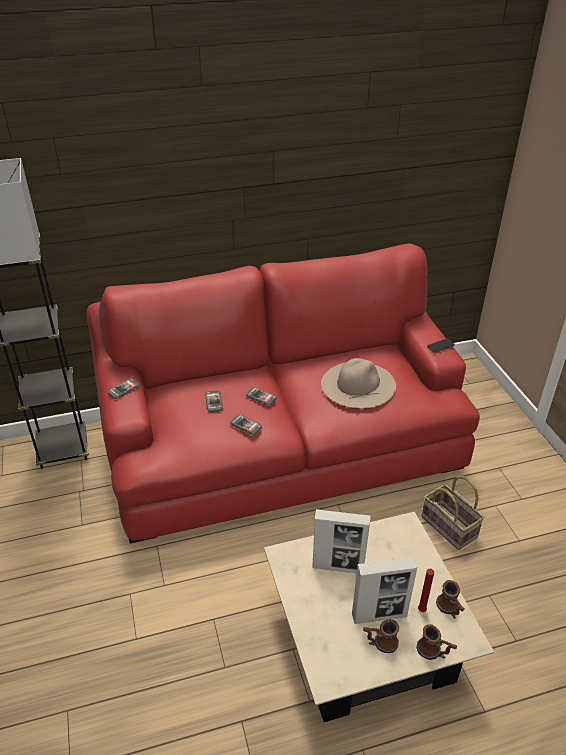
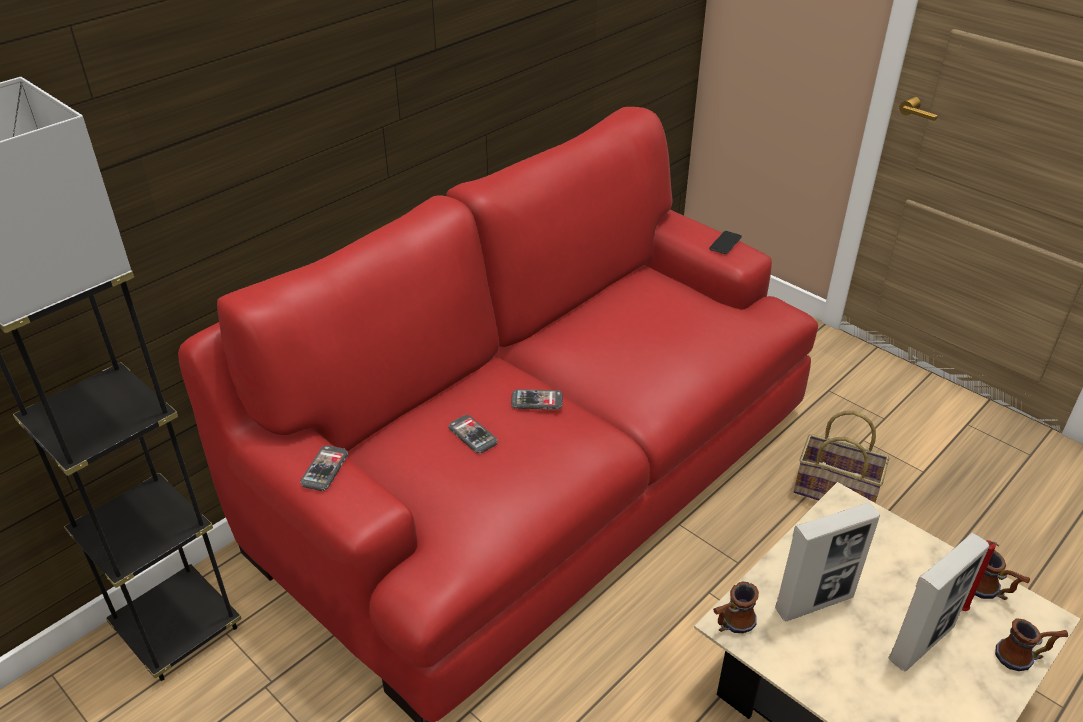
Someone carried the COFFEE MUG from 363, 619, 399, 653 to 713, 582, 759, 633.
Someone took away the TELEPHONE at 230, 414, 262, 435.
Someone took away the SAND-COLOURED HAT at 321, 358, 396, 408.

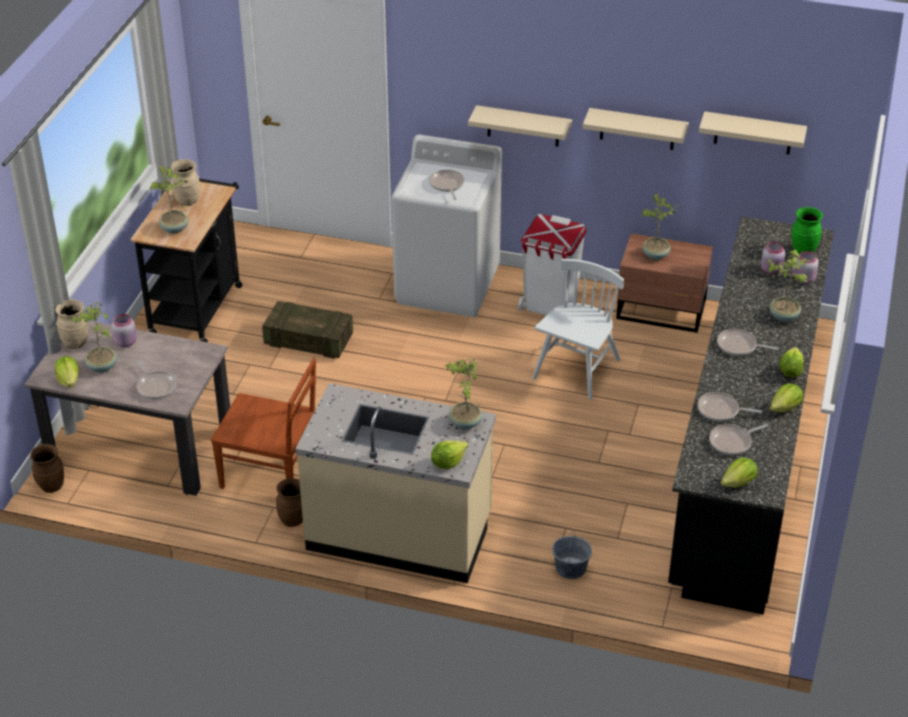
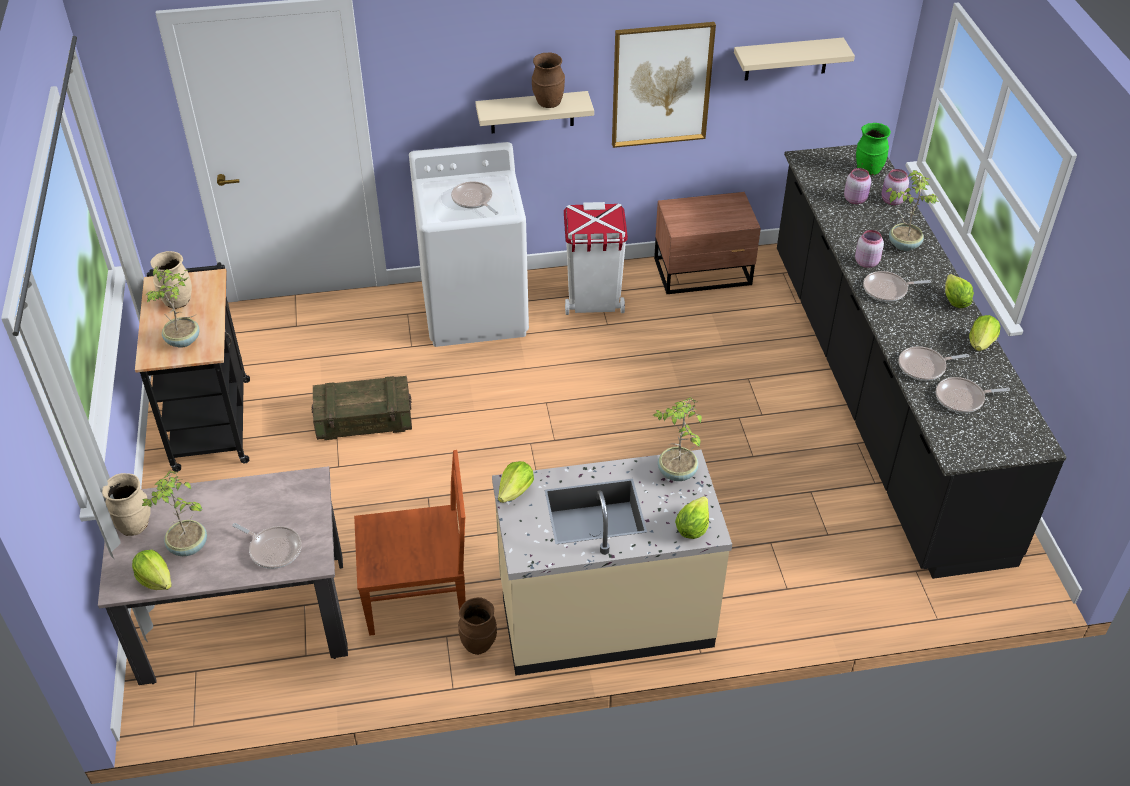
Someone carried the HEAD OF LETTUCE from 721, 457, 758, 488 to 498, 461, 534, 503.
Someone carried the BROWN VASE from 30, 444, 64, 493 to 532, 52, 565, 108.
Someone swapped the SAND-COLOURED WALL SHELF at 582, 108, 689, 150 for the WALL PICTURE at 612, 22, 716, 148.
Someone carried the PINK PRESERVE JAR from 112, 314, 137, 347 to 855, 230, 884, 268.
Someone rotated the PAN at 709, 424, 768, 455 by 45 degrees clockwise.
Someone took away the WHITISH PLAIN CHAIR at 532, 259, 624, 400.
Someone took away the GRAY PAIL at 552, 532, 592, 579.
Someone took away the HOUSEPLANT at 641, 194, 679, 260.

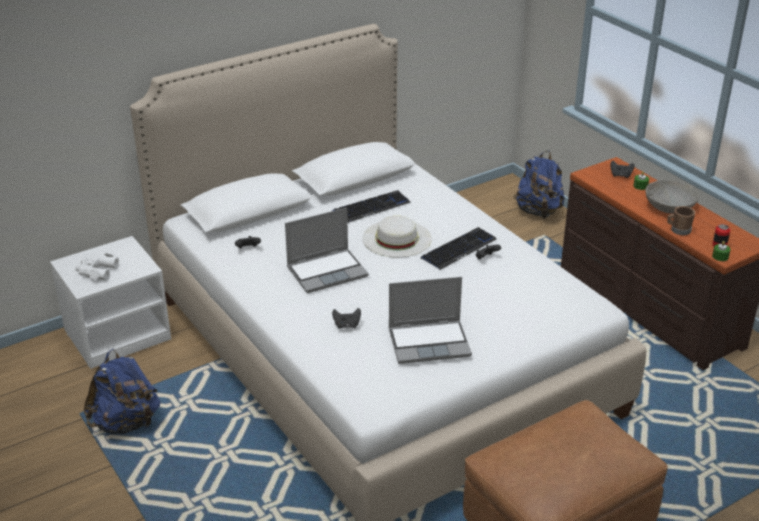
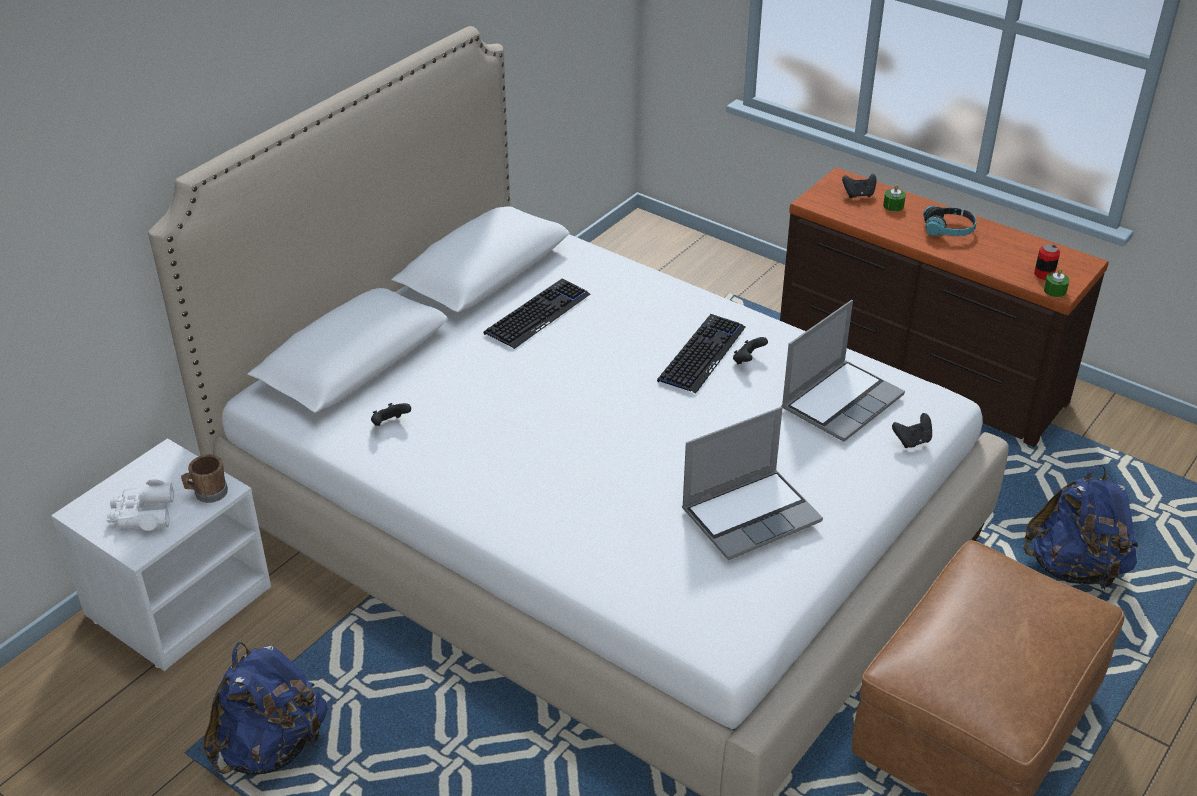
Someone carried the BROWN COFFEE MUG from 667, 206, 695, 235 to 181, 454, 228, 503.
Someone carried the LAPTOP from 285, 208, 369, 293 to 781, 300, 905, 442.
Someone carried the BLACK GAMEPAD from 332, 308, 361, 329 to 892, 413, 932, 448.
Someone swapped the GRAY SERVING BOWL at 645, 180, 699, 214 for the HEADSET at 923, 206, 977, 236.
Someone carried the BLUE RUCKSACK from 514, 151, 565, 219 to 1023, 465, 1138, 591.
Someone took away the WHITISH HAT at 362, 216, 432, 257.

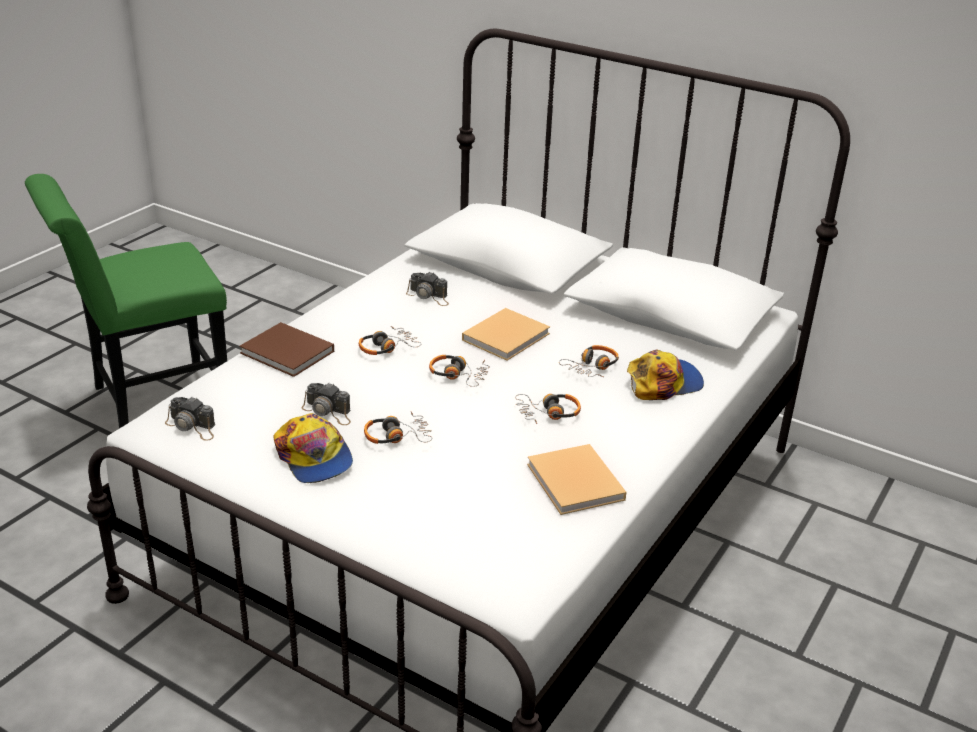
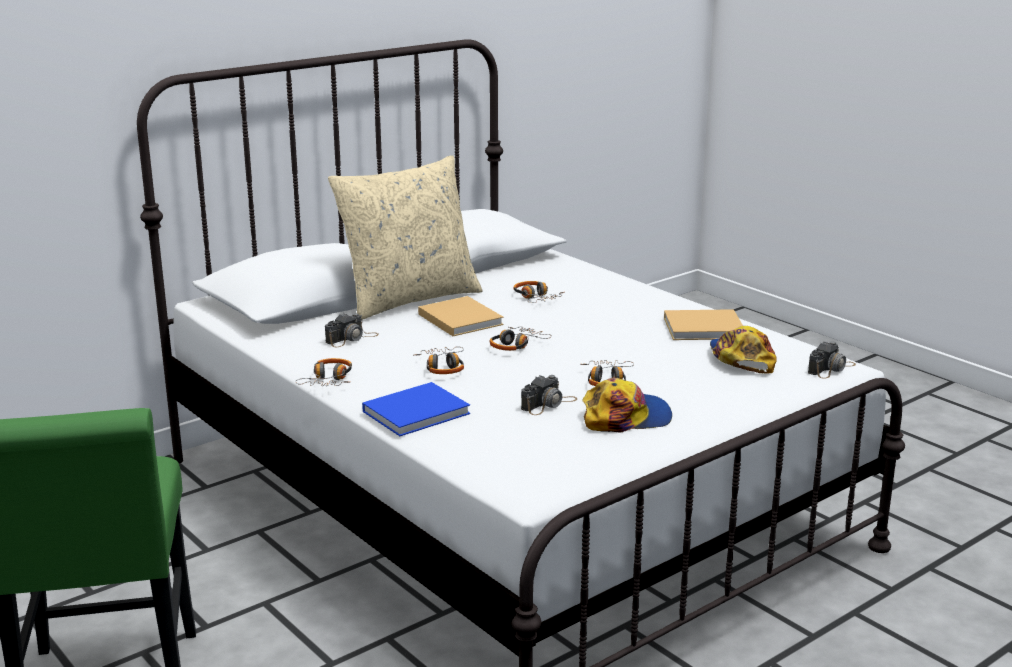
Someone carried the HEADSET from 515, 394, 581, 424 to 295, 358, 352, 386.
Someone put down the SAND-COLOURED THROW PILLOW at 328, 155, 483, 320.
Someone repainted the BROWN VOLUME at 239, 322, 334, 377, which became the BLUE VOLUME at 362, 382, 470, 436.
Someone carried the BASEBALL CAP from 627, 349, 704, 400 to 710, 326, 777, 374.
Someone carried the PHOTO CAMERA from 165, 396, 215, 441 to 808, 341, 856, 379.

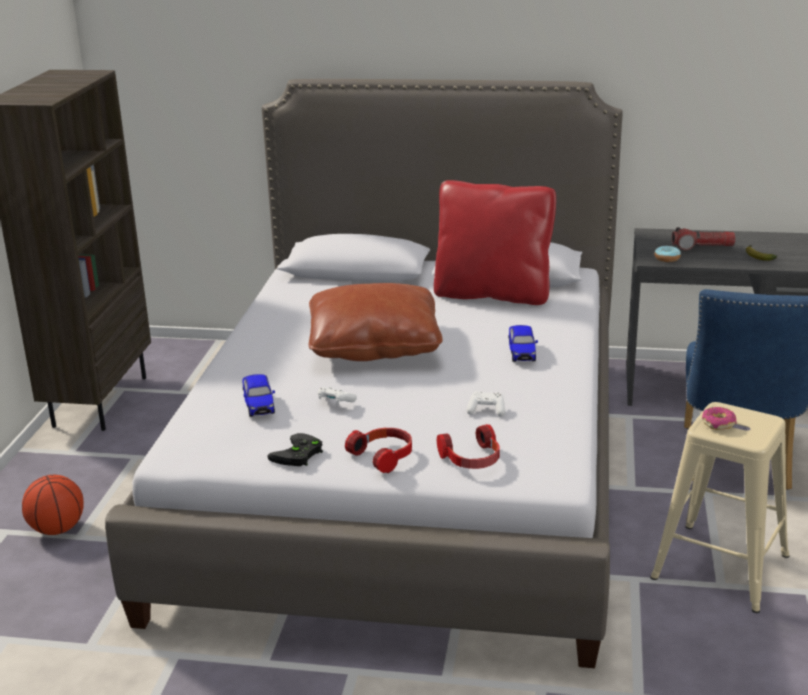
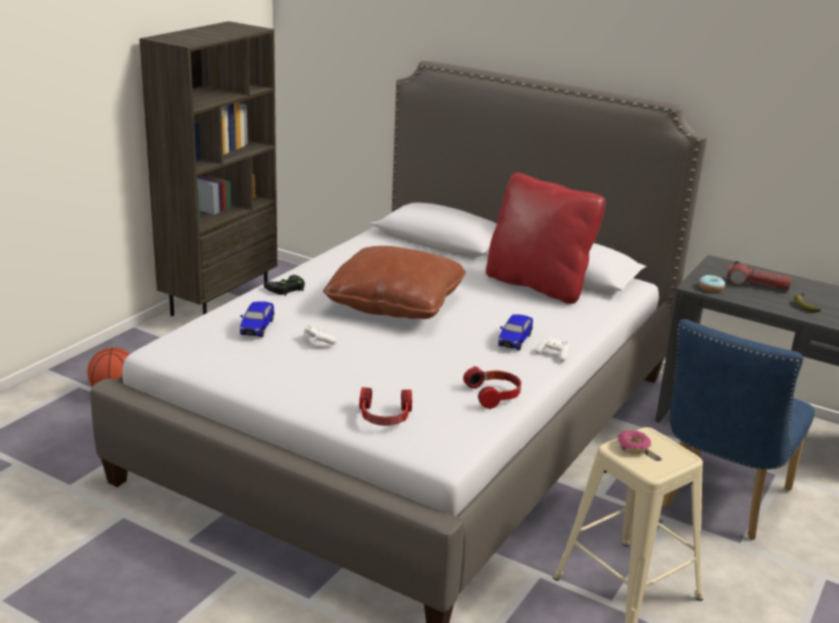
Someone carried the BLACK GAMEPAD from 267, 433, 323, 466 to 264, 275, 305, 296.
Someone carried the HEADSET from 345, 428, 412, 473 to 463, 366, 521, 409.
Someone carried the WHITISH GAMEPAD from 467, 391, 505, 417 to 535, 336, 570, 362.

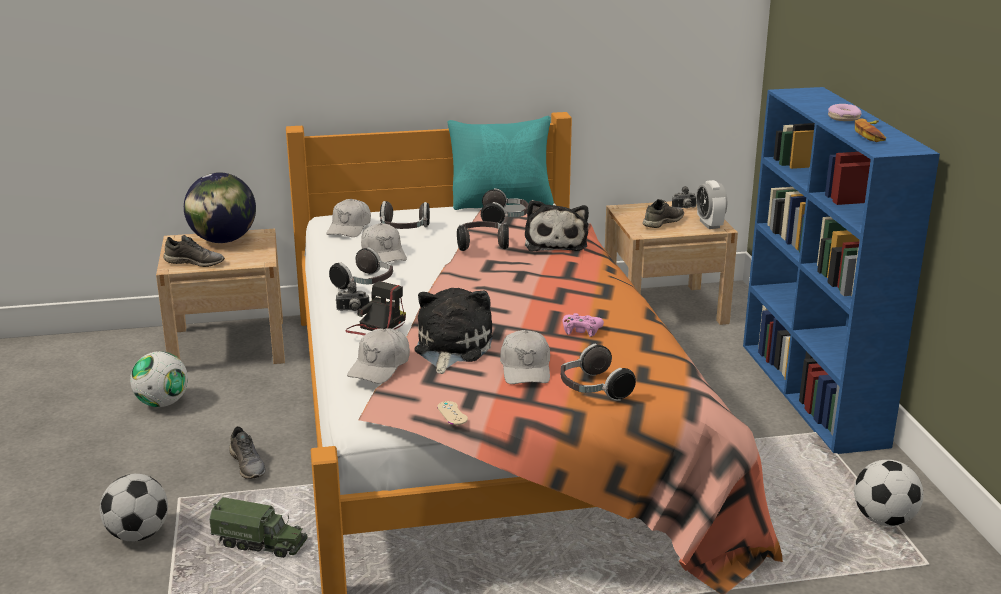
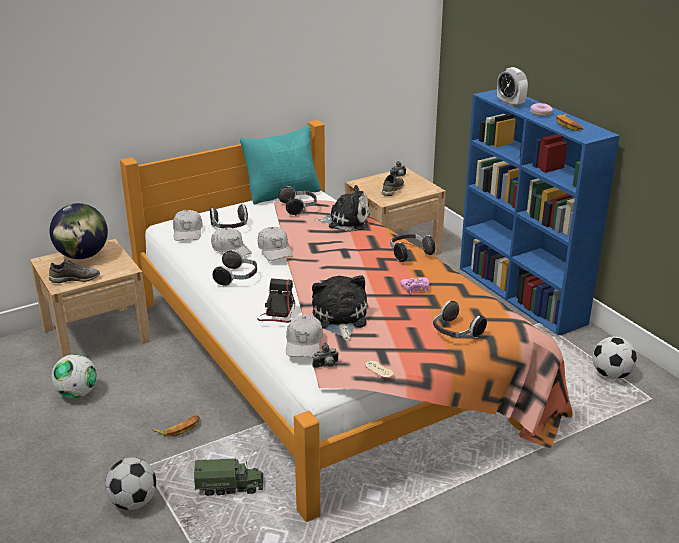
Someone swapped the GRAY LOW SHOE at 229, 426, 266, 479 for the BANANA FRUIT at 153, 415, 200, 437.
Someone carried the WHITISH BASEBALL CAP from 500, 330, 550, 384 to 258, 227, 293, 261.
Someone carried the PHOTO CAMERA from 336, 282, 369, 311 to 312, 342, 339, 368.
Someone rotated the PLUSH TOY at 525, 200, 589, 252 by 60 degrees counterclockwise.
Someone carried the HEADSET from 457, 221, 509, 251 to 390, 234, 435, 262.
Someone carried the TABLE CLOCK from 696, 180, 727, 229 to 497, 67, 528, 107.

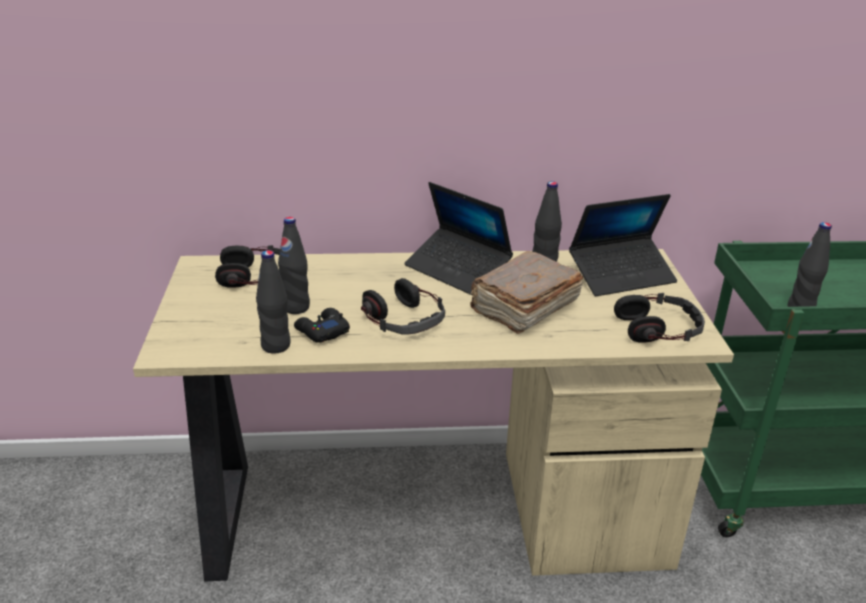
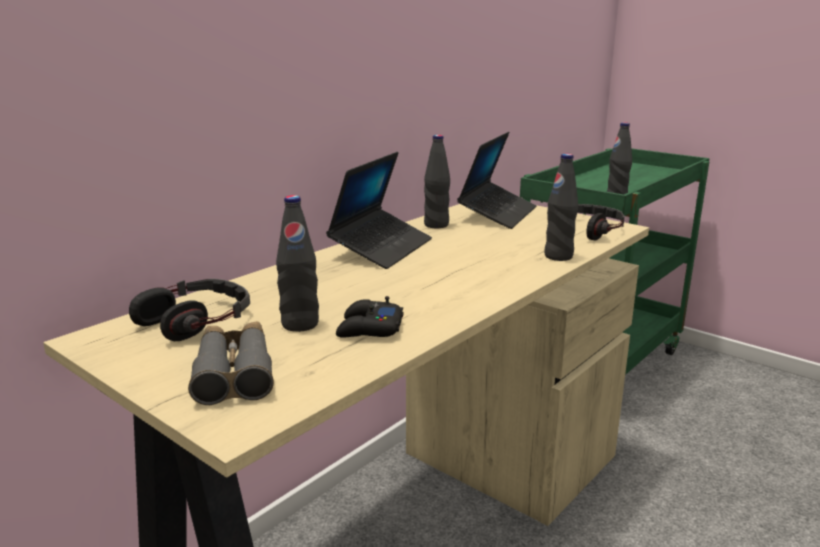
Someone put down the GRAY FIELD GLASSES at 188, 321, 274, 405.
Someone rotated the LAPTOP at 404, 182, 513, 296 by 60 degrees counterclockwise.
Someone carried the BLACK BEVERAGE BOTTLE from 256, 250, 290, 354 to 544, 154, 578, 261.
Someone took away the HEADSET at 361, 278, 445, 334.
Someone took away the BROWN VOLUME at 470, 251, 583, 334.

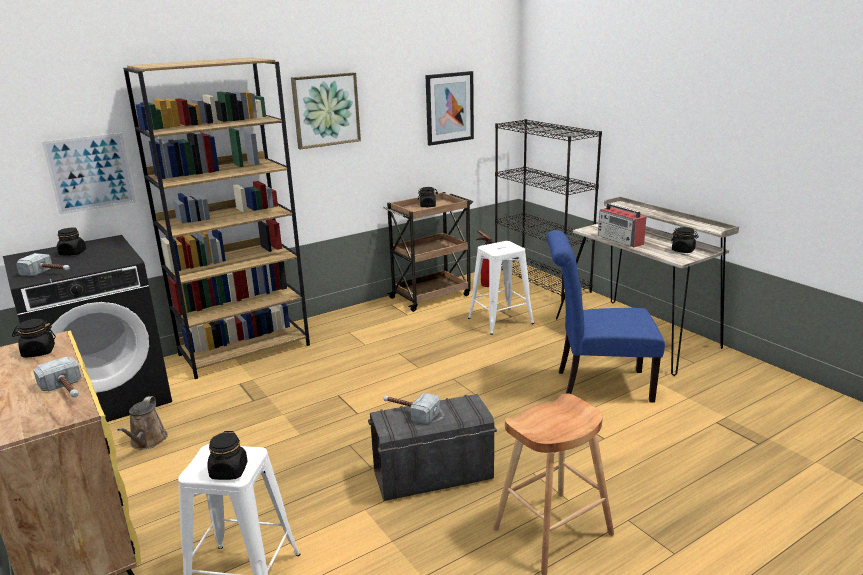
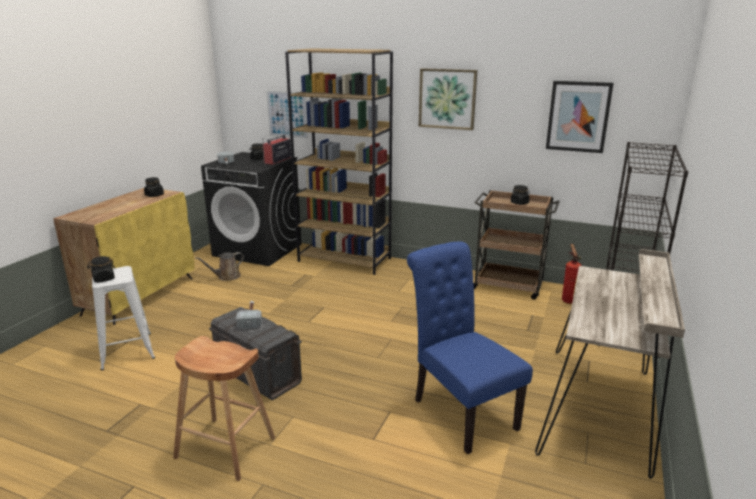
Someone carried the RADIO SET from 598, 203, 646, 247 to 262, 135, 291, 164.
Someone took away the HAND HAMMER at 33, 357, 81, 398.
Someone took away the WHITISH STOOL SEAT at 468, 241, 534, 335.
Someone took away the BLACK PRESERVE JAR at 671, 227, 699, 253.

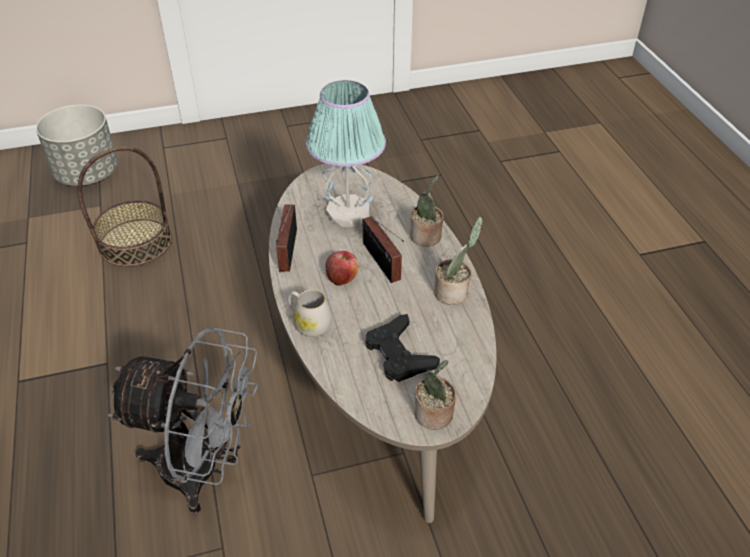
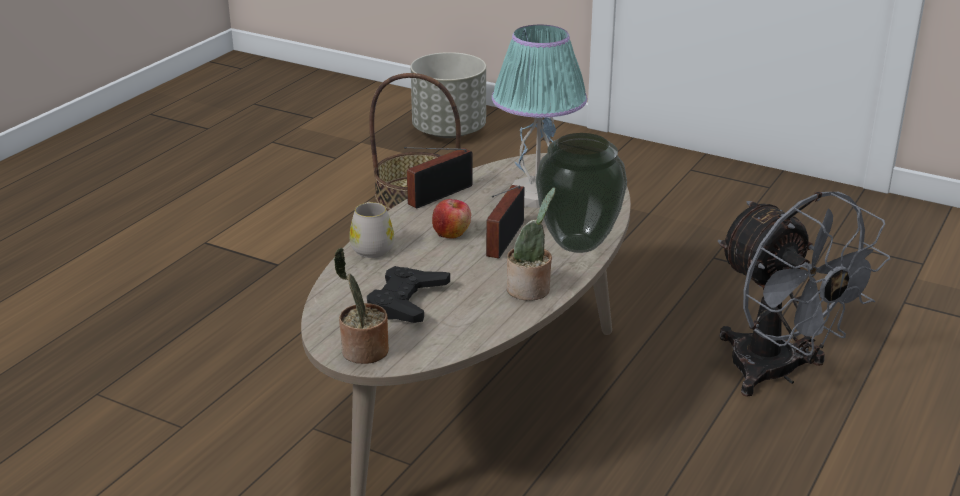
Someone swapped the HOUSEPLANT at 410, 175, 444, 247 for the VASE at 536, 133, 627, 253.
Someone carried the GRAY FAN from 108, 327, 258, 514 to 718, 191, 890, 397.

